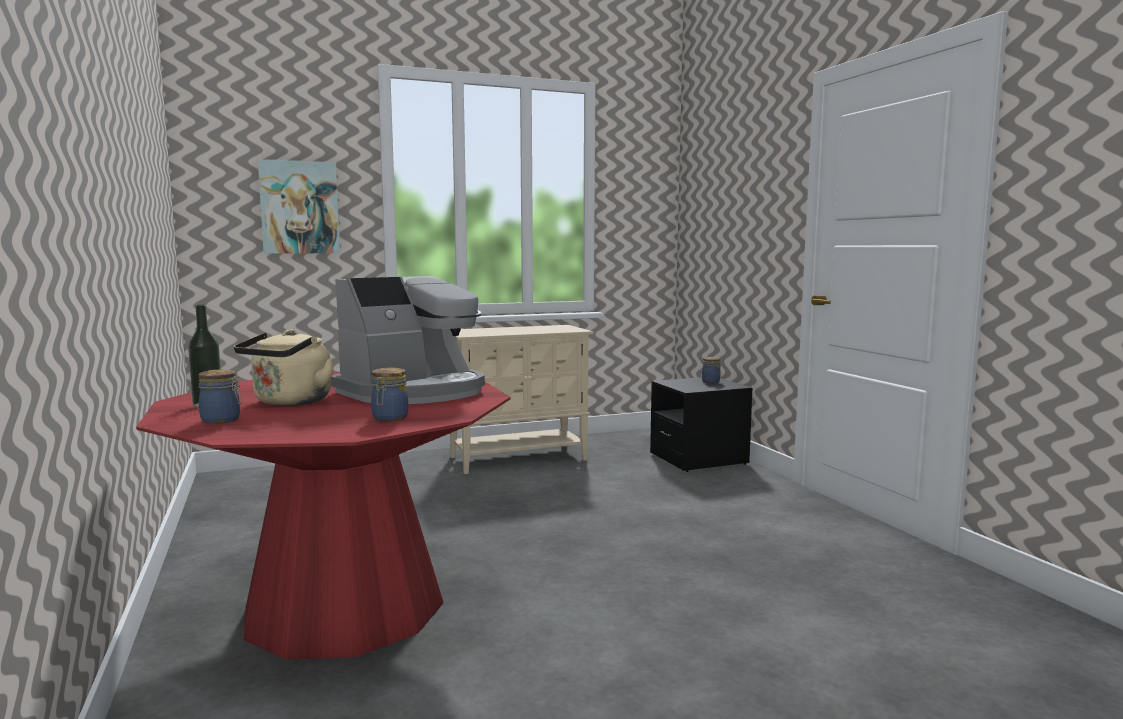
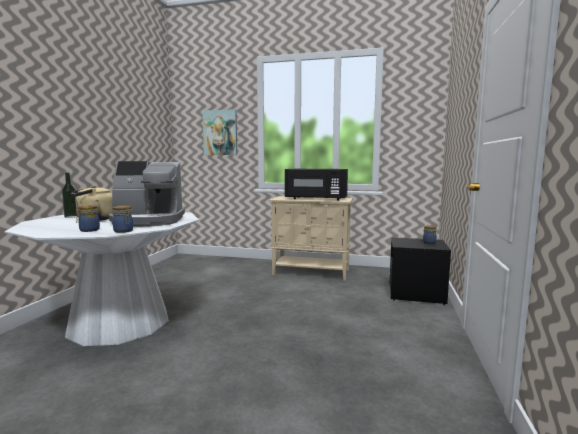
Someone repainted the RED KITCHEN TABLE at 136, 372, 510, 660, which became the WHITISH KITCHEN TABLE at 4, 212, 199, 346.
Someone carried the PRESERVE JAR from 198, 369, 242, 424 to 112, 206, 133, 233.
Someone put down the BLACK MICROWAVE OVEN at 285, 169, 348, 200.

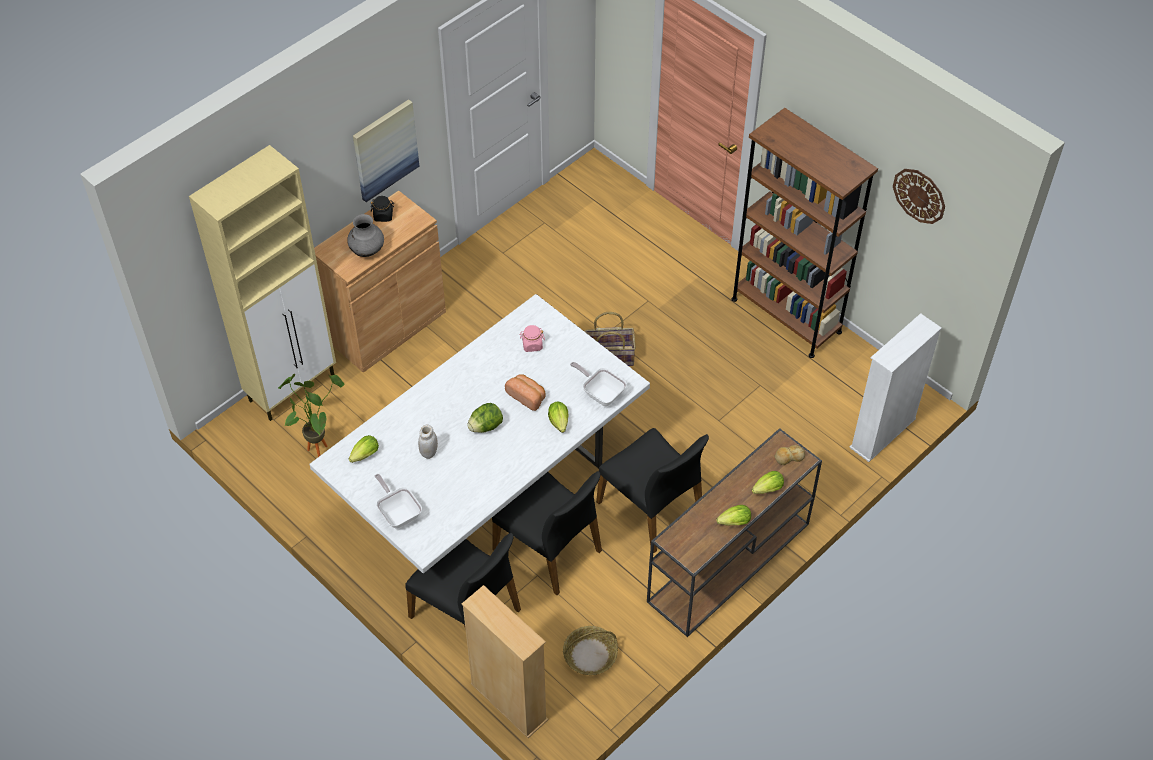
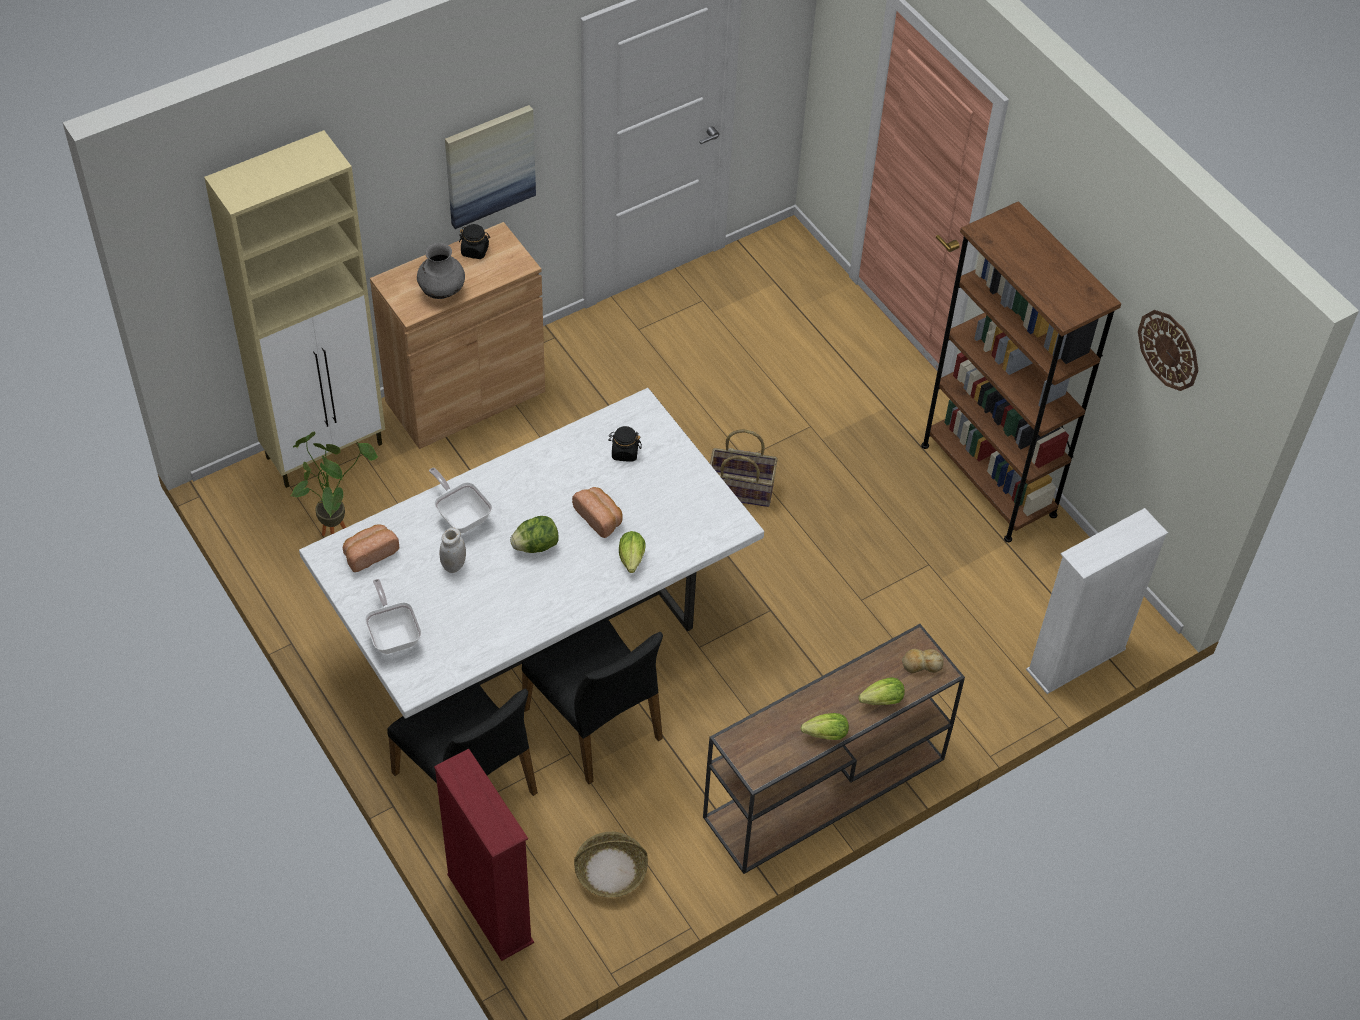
Someone swapped the HEAD OF LETTUCE at 349, 435, 379, 463 for the BREAD at 343, 524, 400, 572.
Someone carried the PAN from 570, 362, 627, 406 to 429, 468, 492, 533.
Someone repainted the SAND-COLOURED BOOKSHELF at 462, 585, 548, 738, which became the RED BOOKSHELF at 434, 749, 534, 961.
Someone repainted the PINK PRESERVE JAR at 519, 325, 545, 352, which became the BLACK PRESERVE JAR at 608, 426, 642, 462.
Someone took away the BLACK PLAIN CHAIR at 596, 428, 709, 553.

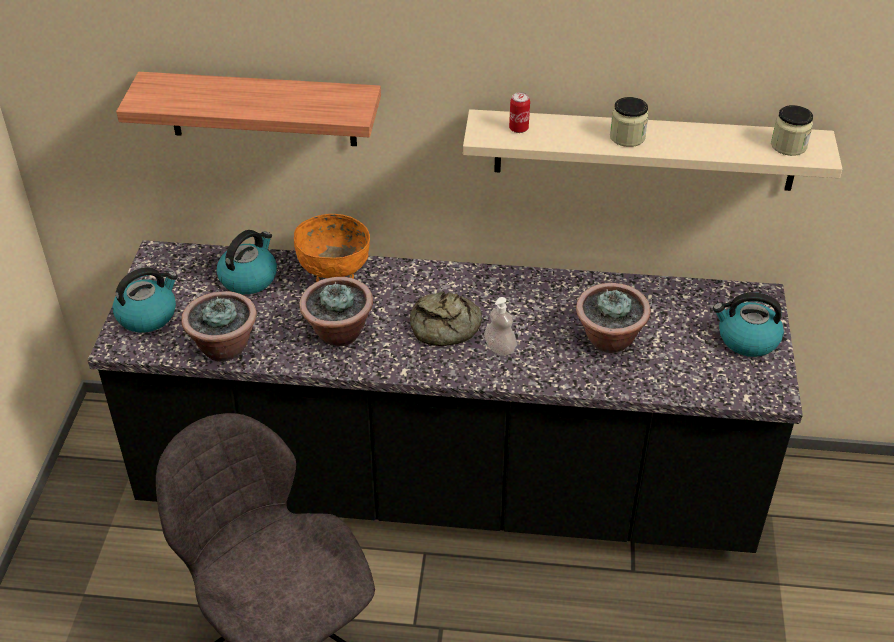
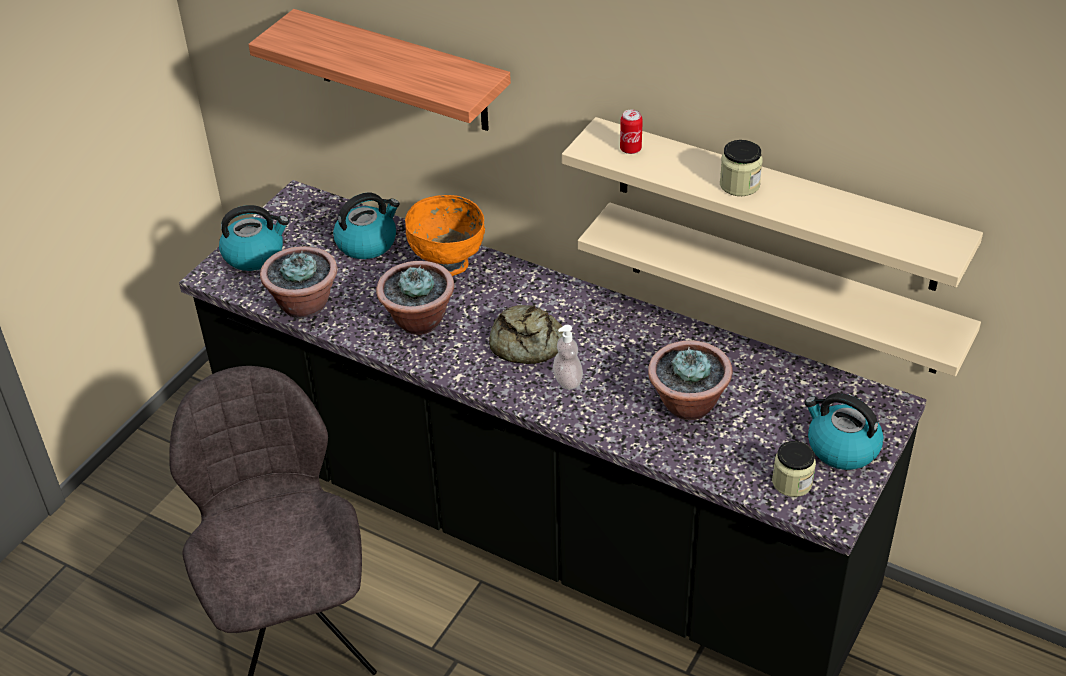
Someone put up the SAND-COLOURED WALL SHELF at 578, 203, 981, 377.
Someone carried the PRESERVE JAR from 771, 105, 813, 156 to 772, 441, 816, 497.

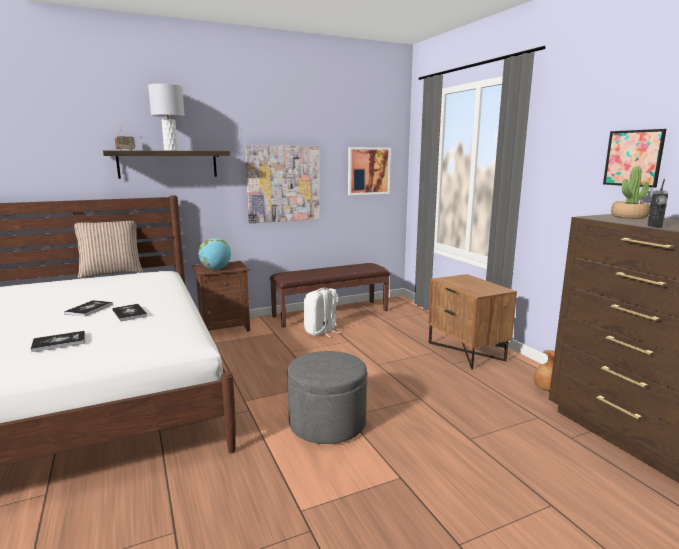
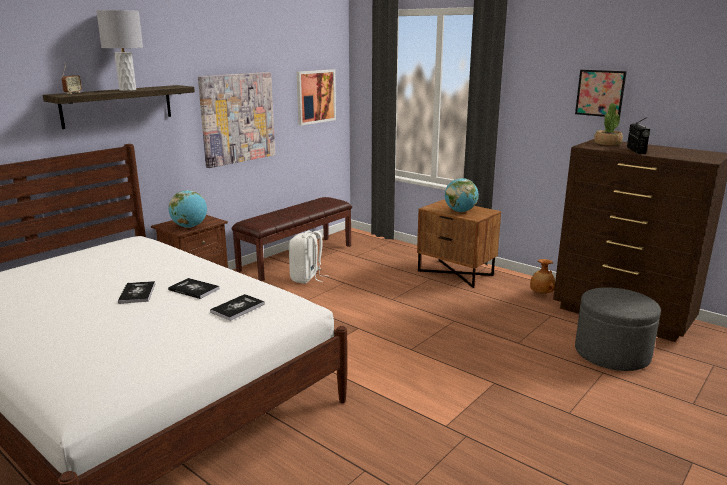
Someone carried the VOLUME from 31, 331, 85, 352 to 210, 294, 265, 321.
Someone put down the GLOBE at 445, 178, 478, 212.
Someone carried the GRAY OTTOMAN from 287, 351, 367, 444 to 575, 287, 661, 371.
Someone took away the THROW PILLOW at 74, 221, 143, 279.

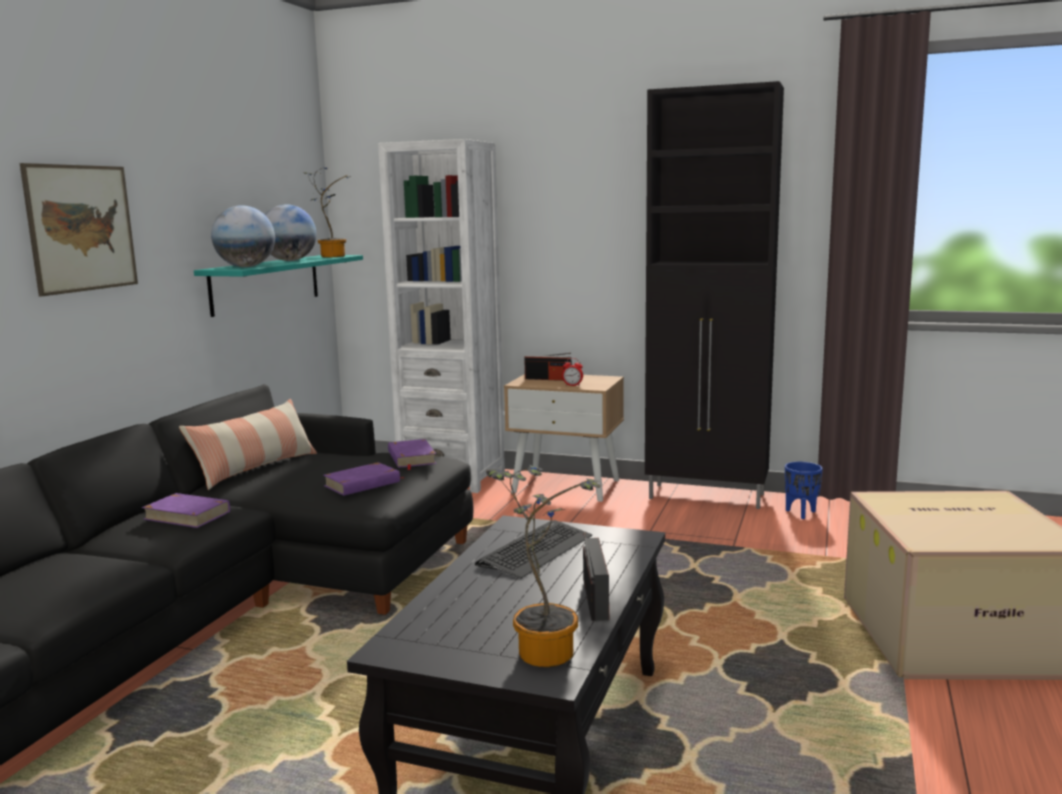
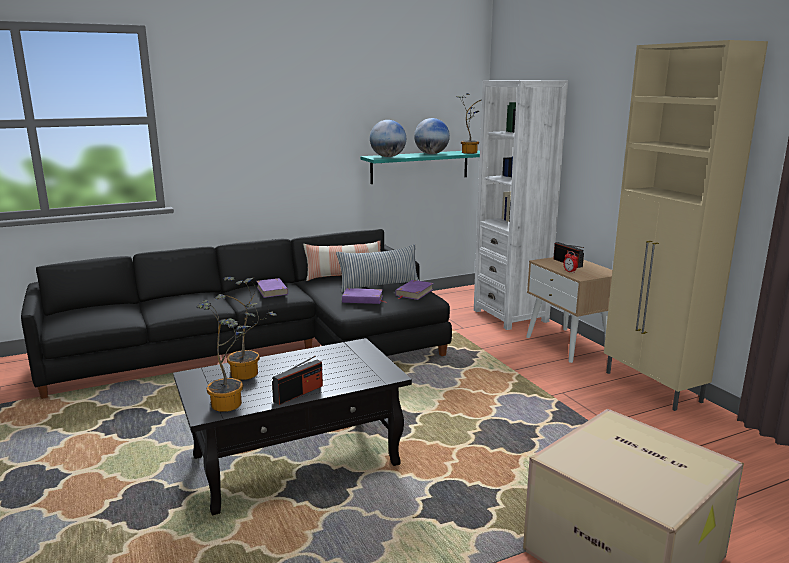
Someone put down the HOUSEPLANT at 215, 277, 277, 380.
Someone put down the THROW PILLOW at 336, 244, 419, 292.
Someone repainted the BLACK STORAGE CABINET at 645, 81, 784, 509, which became the SAND-COLOURED STORAGE CABINET at 604, 40, 768, 411.
Someone took away the WALL PICTURE at 20, 163, 138, 296.
Someone took away the PC KEYBOARD at 475, 520, 592, 579.
Someone took away the BLUE PLANTER at 785, 462, 823, 519.

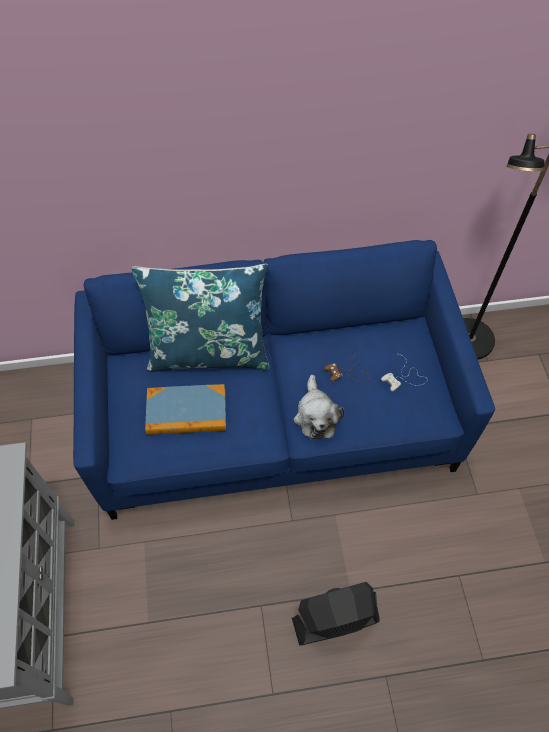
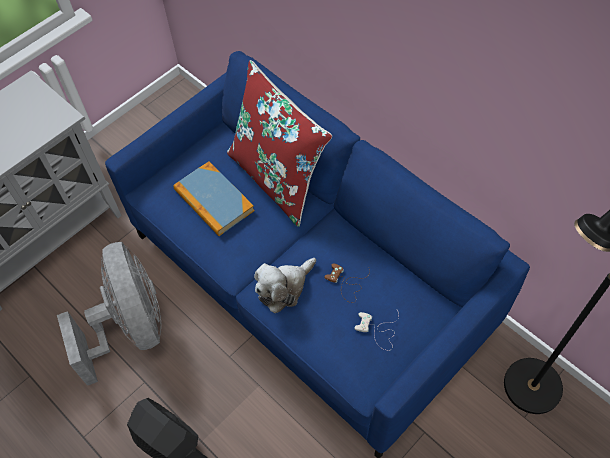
Someone put down the GRAY FAN at 57, 242, 161, 386.
Someone repainted the BLUE THROW PILLOW at 132, 264, 270, 372, which became the RED THROW PILLOW at 227, 60, 332, 227.

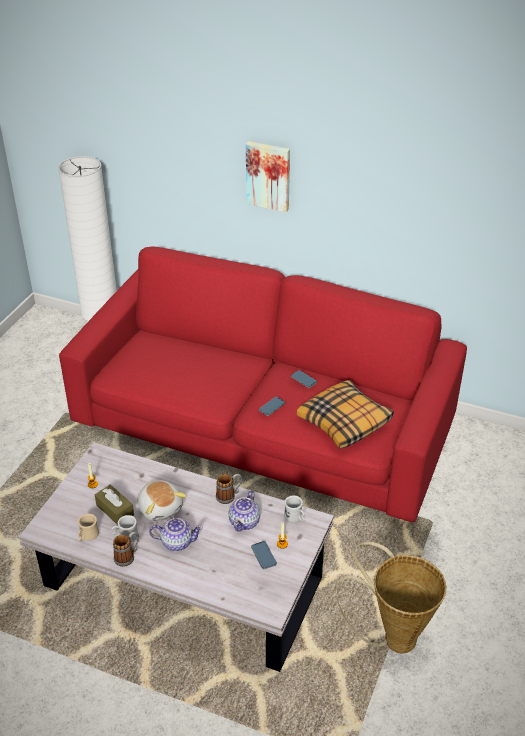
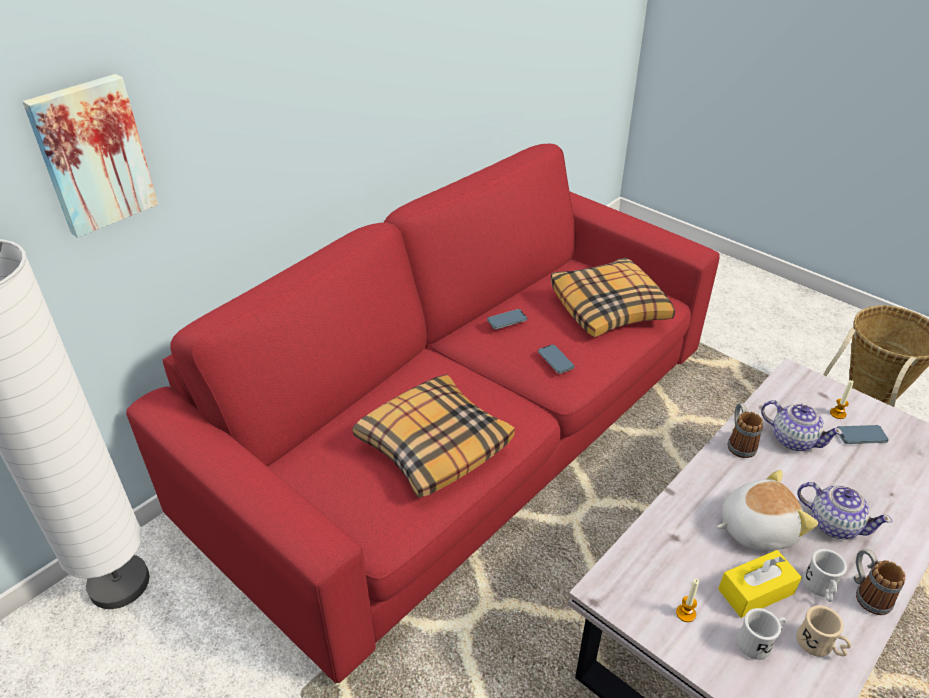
Someone carried the WALL PICTURE from 246, 141, 290, 212 to 22, 74, 158, 238.
Someone put down the THROW PILLOW at 353, 374, 515, 498.
Someone repainted the BROWN TISSUE BOX at 95, 485, 134, 525, which became the YELLOW-COLOURED TISSUE BOX at 718, 550, 802, 618.
Someone carried the WHITISH COFFEE MUG from 284, 495, 304, 522 to 736, 608, 786, 660.
Someone rotated the TEAPOT at 149, 518, 203, 551 by 105 degrees clockwise.

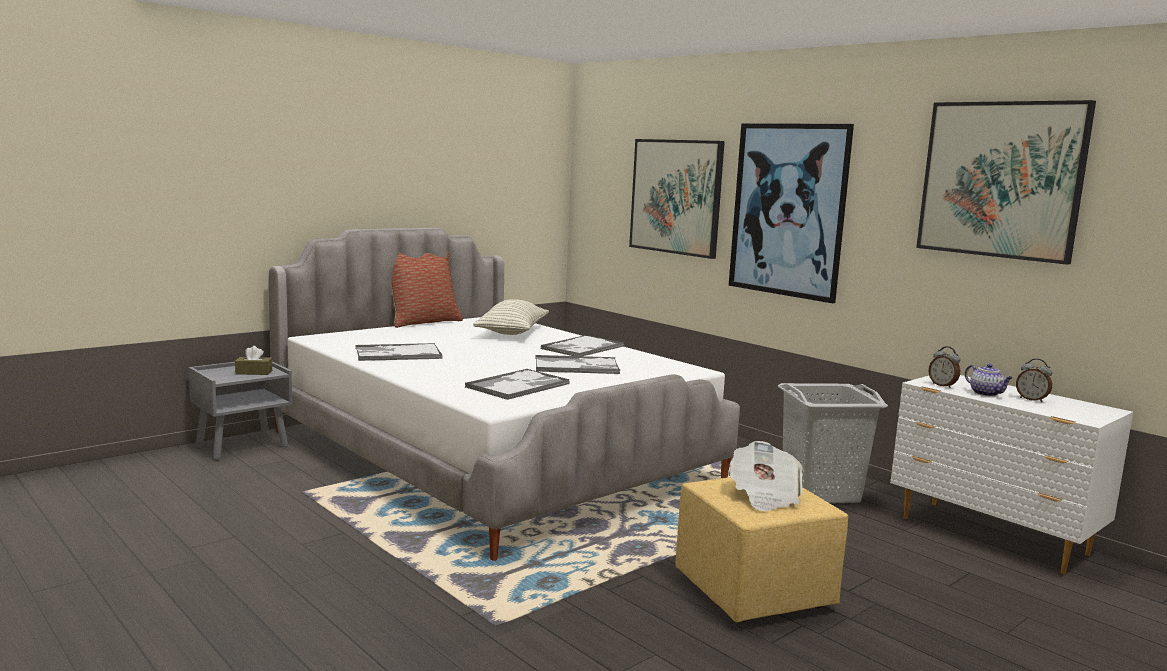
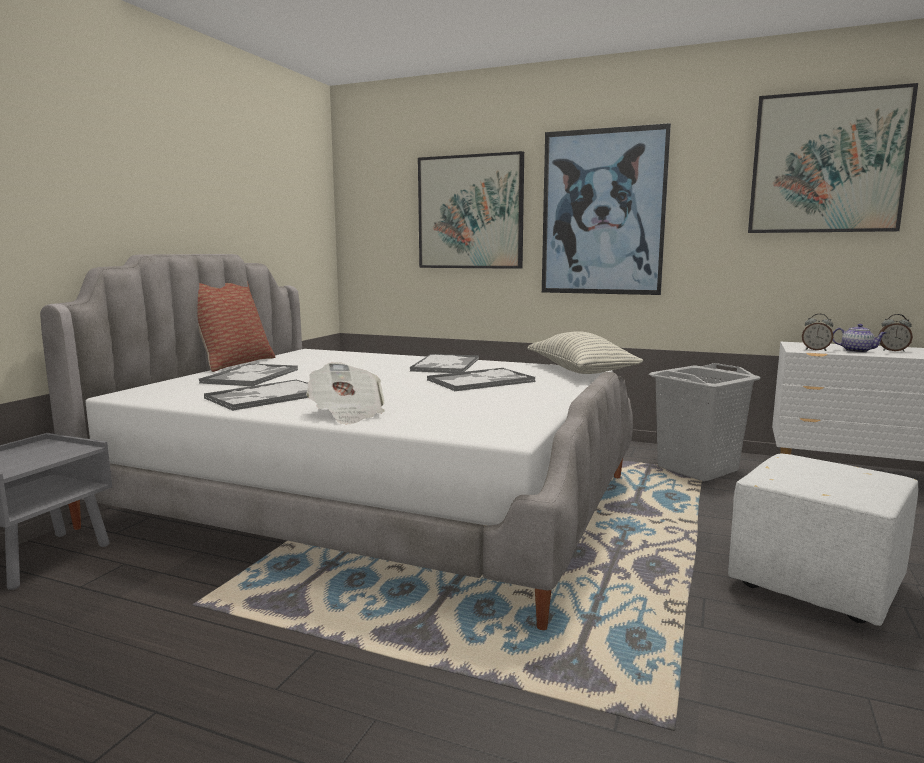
Someone carried the SERVING TRAY from 465, 369, 569, 400 to 199, 363, 298, 386.
Someone carried the DAILY PAPER from 728, 441, 803, 511 to 306, 362, 385, 425.
Someone carried the THROW PILLOW from 473, 299, 549, 335 to 527, 331, 643, 374.
Someone repainted the YELLOW-COLOURED OTTOMAN at 675, 477, 848, 622, which became the WHITISH OTTOMAN at 728, 453, 918, 626.
Someone took away the BROWN TISSUE BOX at 235, 346, 272, 375.

